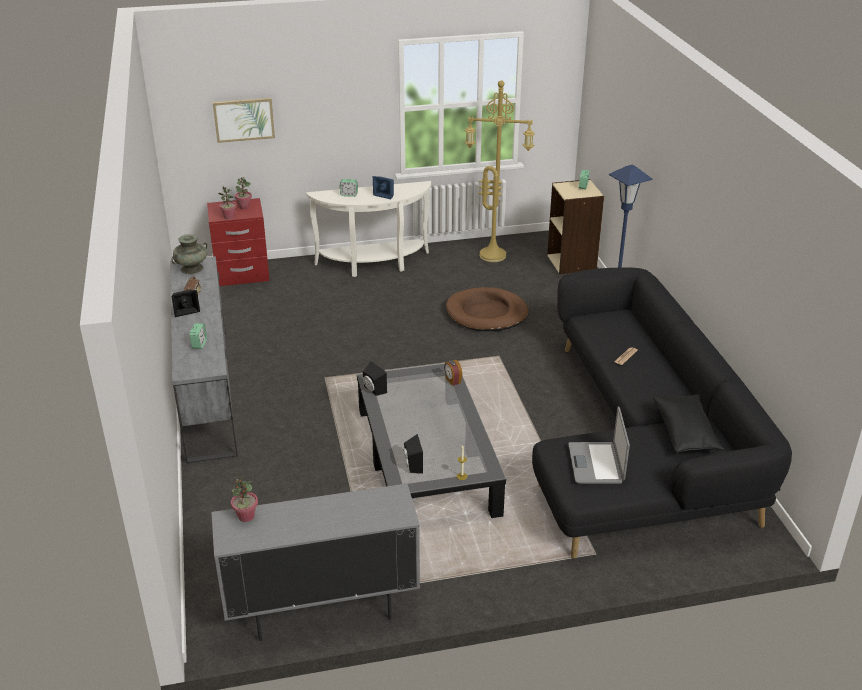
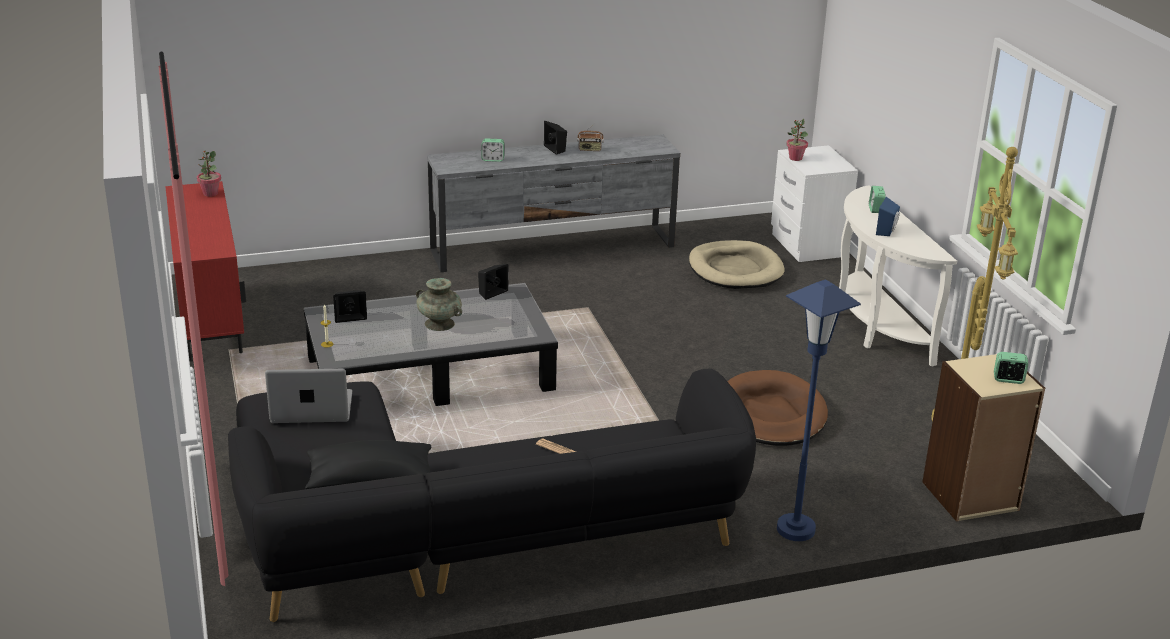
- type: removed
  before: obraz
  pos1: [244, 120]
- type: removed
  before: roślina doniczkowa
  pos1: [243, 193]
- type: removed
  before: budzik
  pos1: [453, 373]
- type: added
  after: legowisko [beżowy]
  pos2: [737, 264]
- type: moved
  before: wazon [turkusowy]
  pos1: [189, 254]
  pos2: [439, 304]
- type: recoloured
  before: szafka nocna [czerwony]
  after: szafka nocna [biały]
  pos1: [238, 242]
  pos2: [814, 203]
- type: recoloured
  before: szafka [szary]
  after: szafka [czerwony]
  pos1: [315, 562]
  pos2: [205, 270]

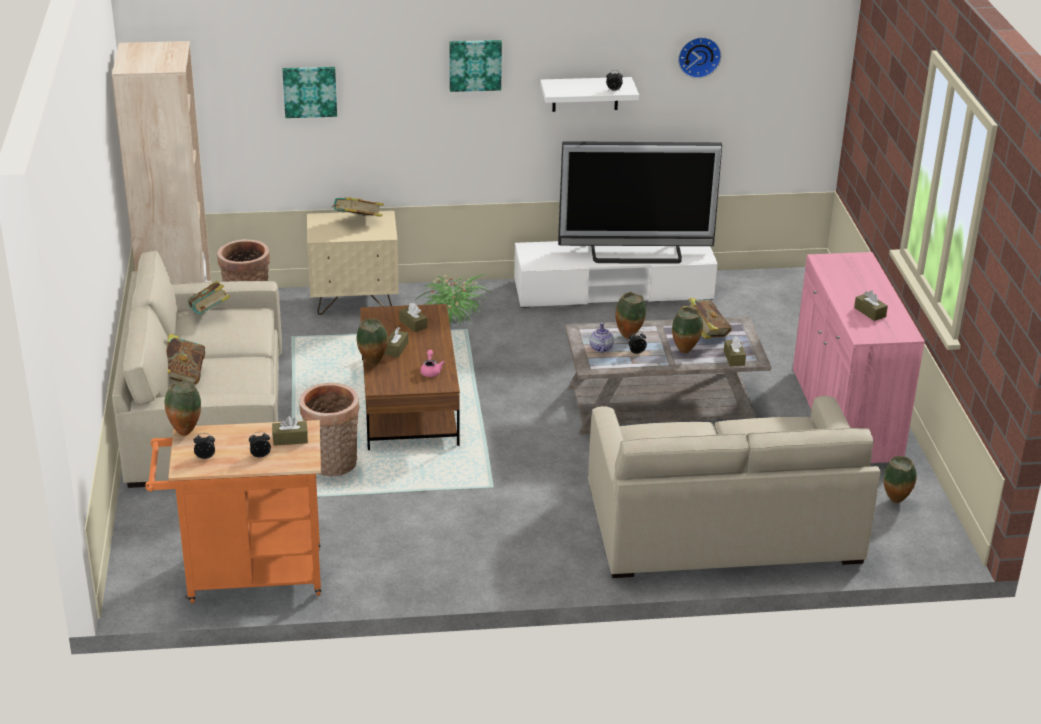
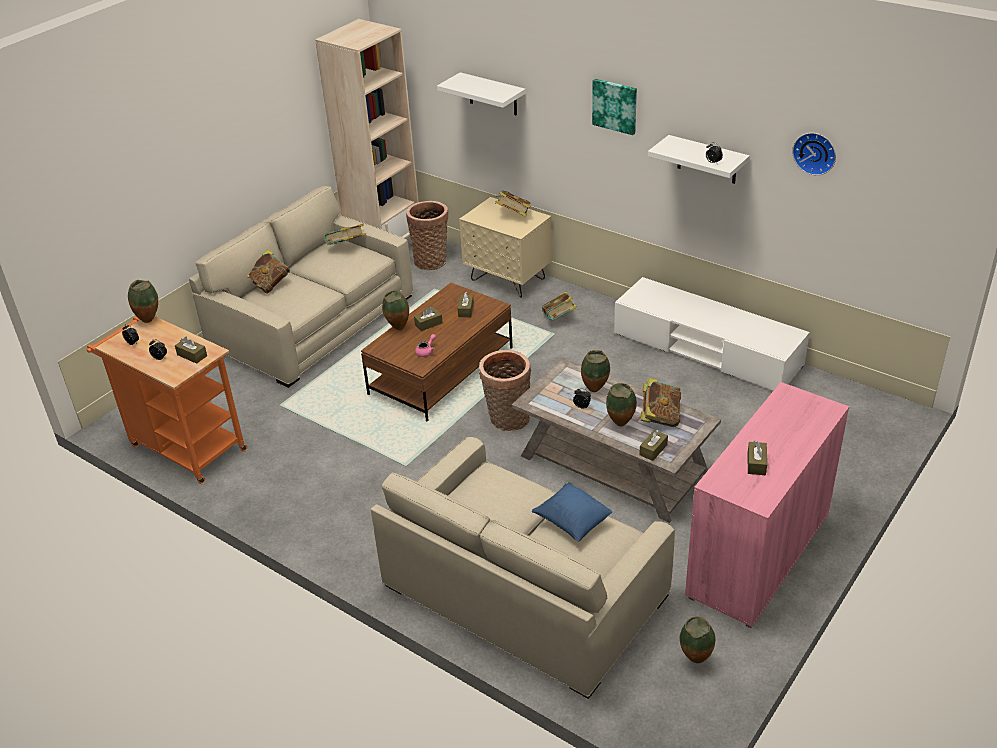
- type: removed
  before: telewizor
  pos1: [640, 202]
- type: removed
  before: imbryk
  pos1: [602, 338]
- type: added
  after: poduszka [niebieski]
  pos2: [572, 512]
- type: moved
  before: koszyk
  pos1: [329, 430]
  pos2: [505, 390]
- type: replaced
  before: obraz
  after: półka [biały]
  pos1: [309, 92]
  pos2: [481, 94]
- type: replaced
  before: roślina doniczkowa
  after: książka
  pos1: [452, 299]
  pos2: [559, 305]

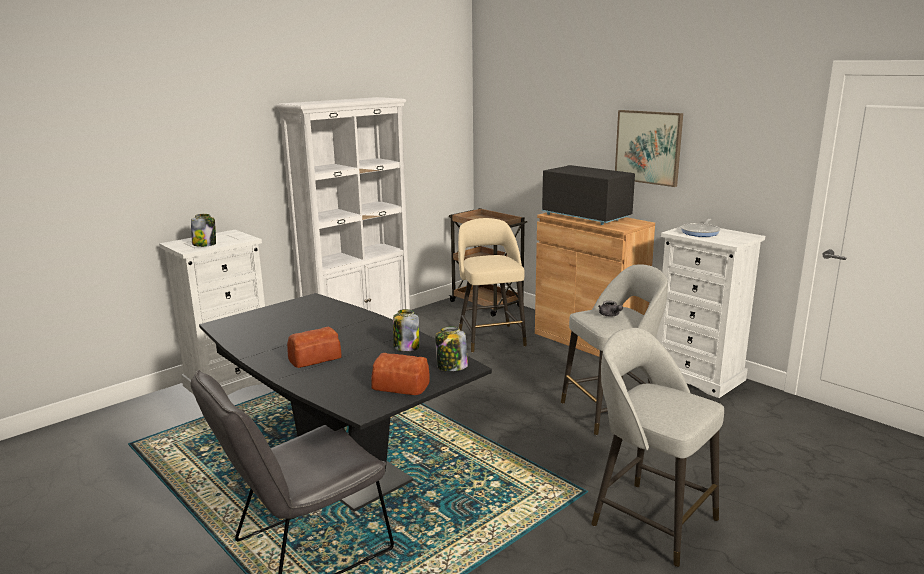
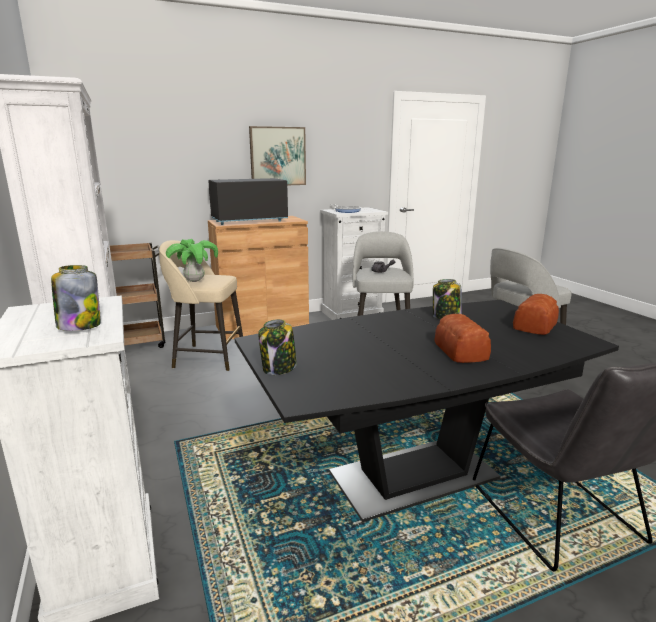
- type: added
  after: roślina doniczkowa
  pos2: [192, 260]
- type: moved
  before: słoik
  pos1: [451, 349]
  pos2: [277, 347]

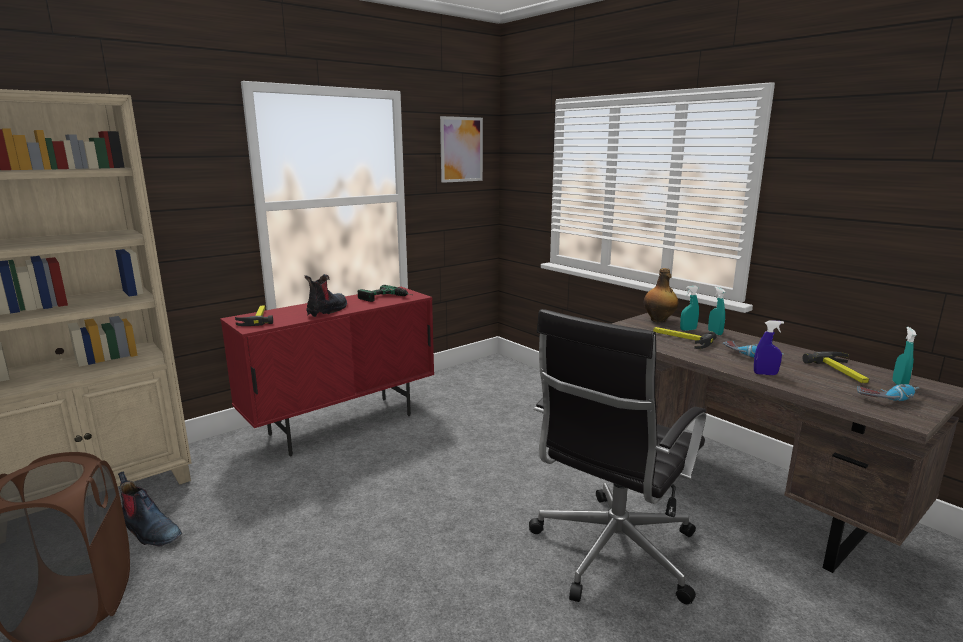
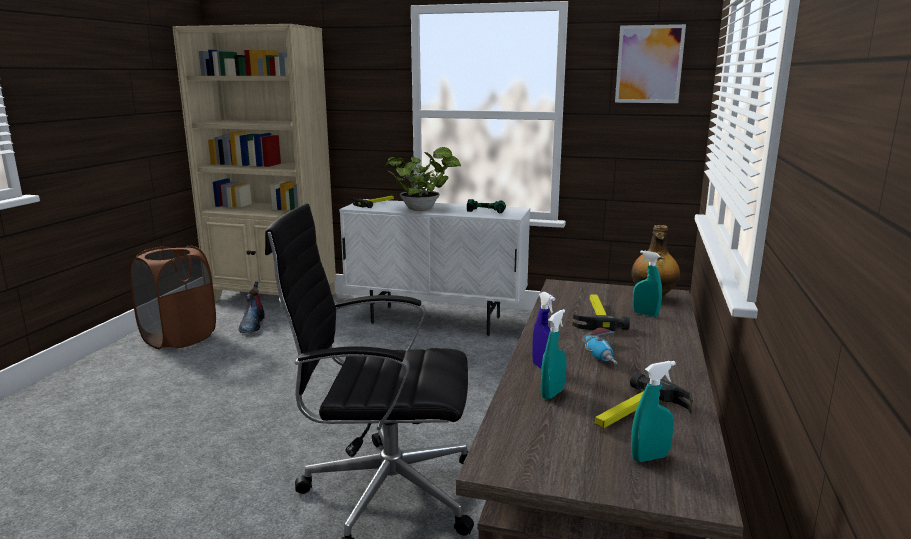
- type: removed
  before: wiertarka
  pos1: [888, 392]
- type: moved
  before: spryskiwacz [turkusowy]
  pos1: [716, 311]
  pos2: [553, 354]
- type: replaced
  before: but z cholewką
  after: roślina doniczkowa
  pos1: [326, 295]
  pos2: [423, 179]
- type: recoloured
  before: szafka [czerwony]
  after: szafka [biały]
  pos1: [327, 371]
  pos2: [434, 267]

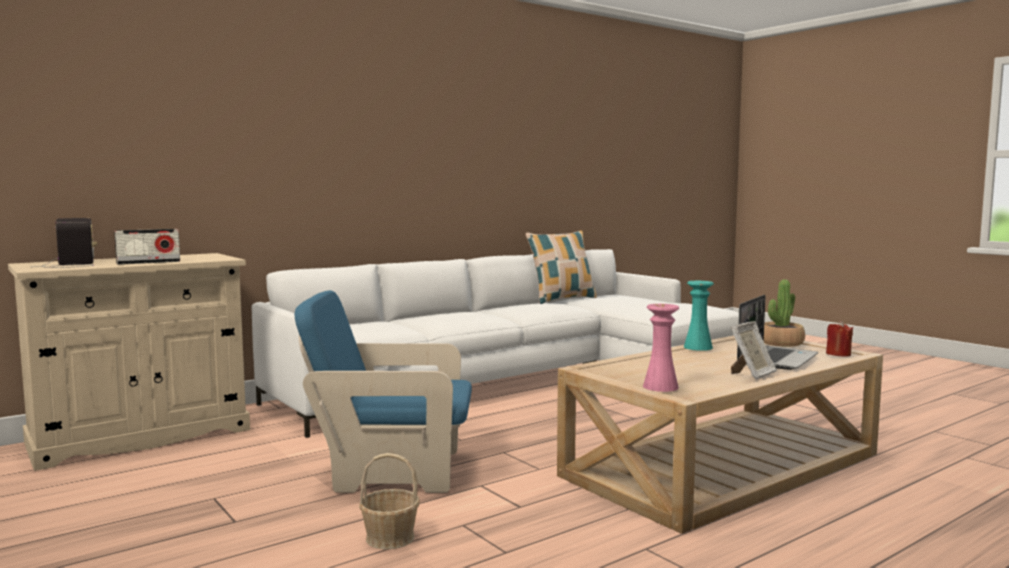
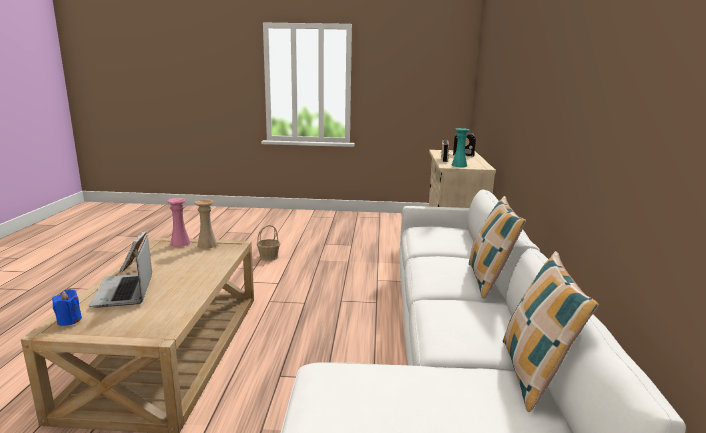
- type: removed
  before: fotel [niebieski]
  pos1: [383, 391]
- type: removed
  before: roślina doniczkowa
  pos1: [784, 313]
- type: added
  after: wazon [beżowy]
  pos2: [206, 224]
- type: added
  after: poduszka
  pos2: [497, 247]
- type: moved
  before: wazon [turkusowy]
  pos1: [699, 316]
  pos2: [461, 147]
- type: recoloured
  before: świeca [czerwony]
  after: świeca [niebieski]
  pos1: [839, 339]
  pos2: [67, 307]

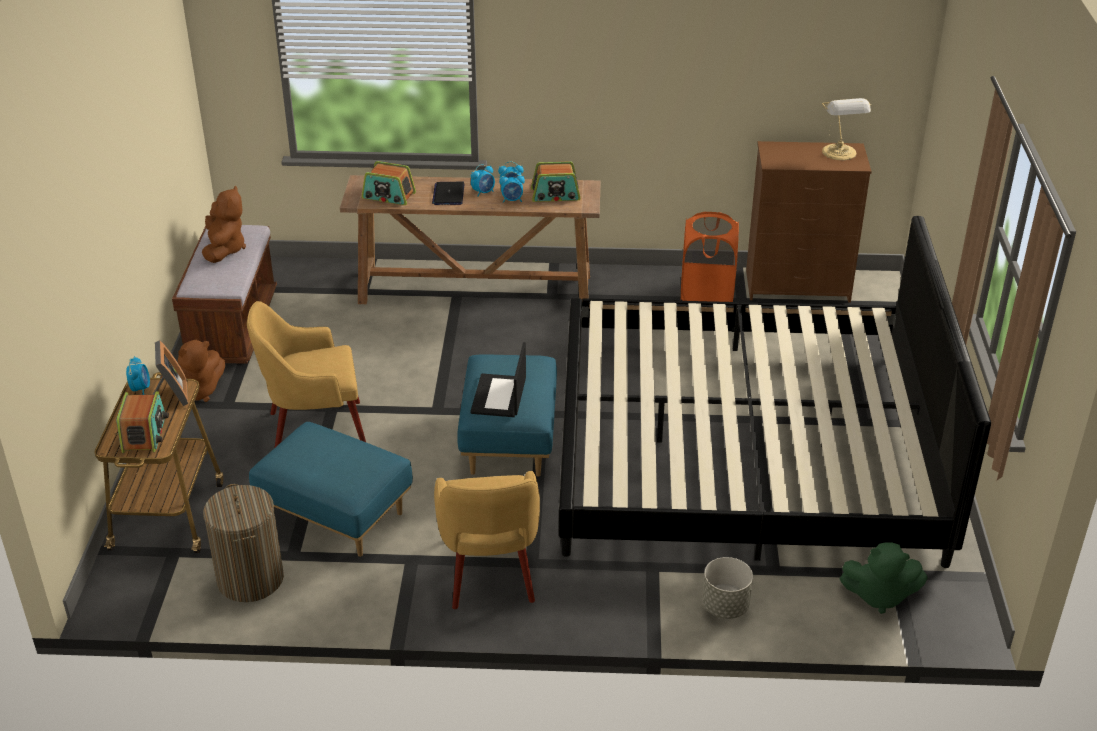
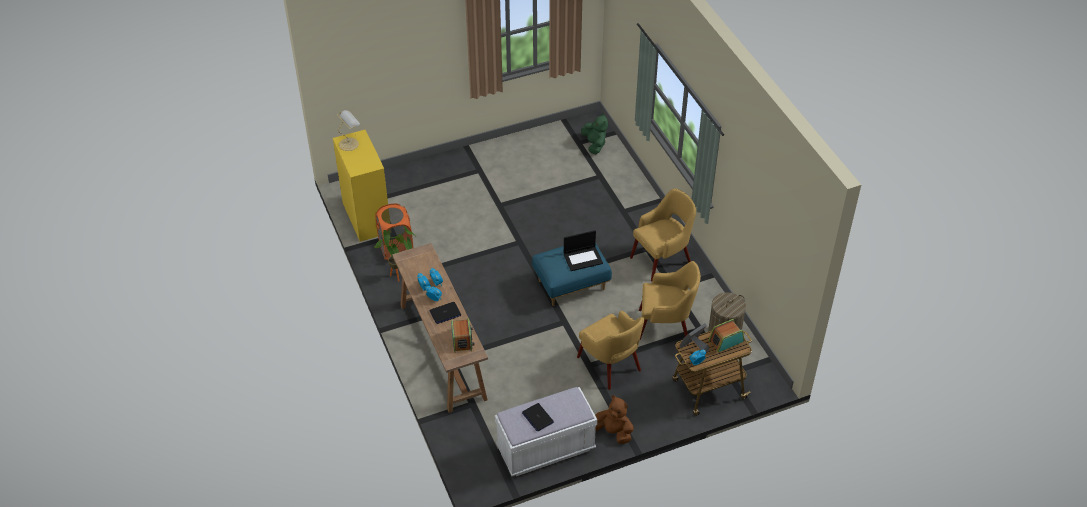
- type: removed
  before: radio
  pos1: [555, 181]
- type: removed
  before: łóżko
  pos1: [775, 392]
- type: removed
  before: donica [szary]
  pos1: [727, 588]
- type: added
  after: roślina doniczkowa
  pos2: [395, 254]
- type: replaced
  before: pluszak [brązowy]
  after: laptop
  pos1: [224, 224]
  pos2: [538, 417]
- type: replaced
  before: pufa [niebieski]
  after: fotel [żółty]
  pos1: [331, 489]
  pos2: [670, 300]
- type: recoloured
  before: ławka [brązowy]
  after: ławka [biały]
  pos1: [224, 294]
  pos2: [546, 431]
- type: recoloured
  before: komoda [brązowy]
  after: komoda [żółty]
  pos1: [809, 222]
  pos2: [360, 186]

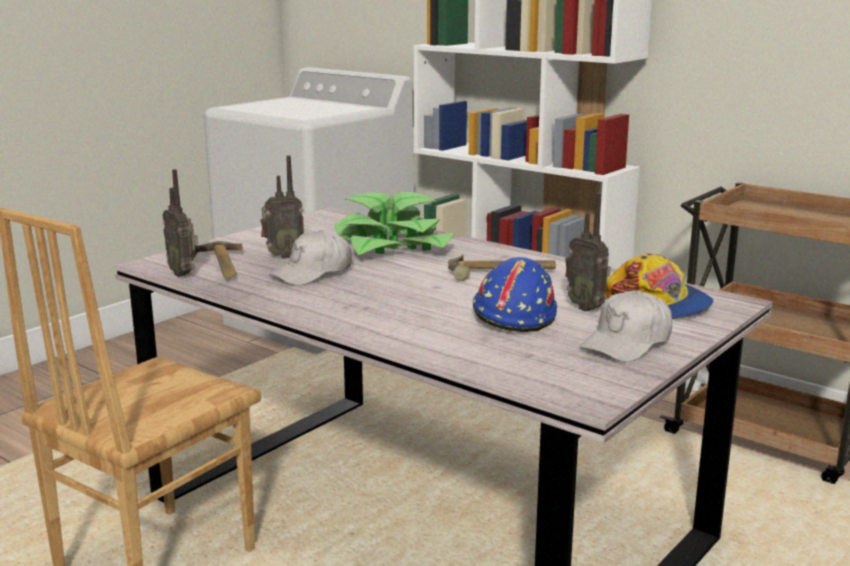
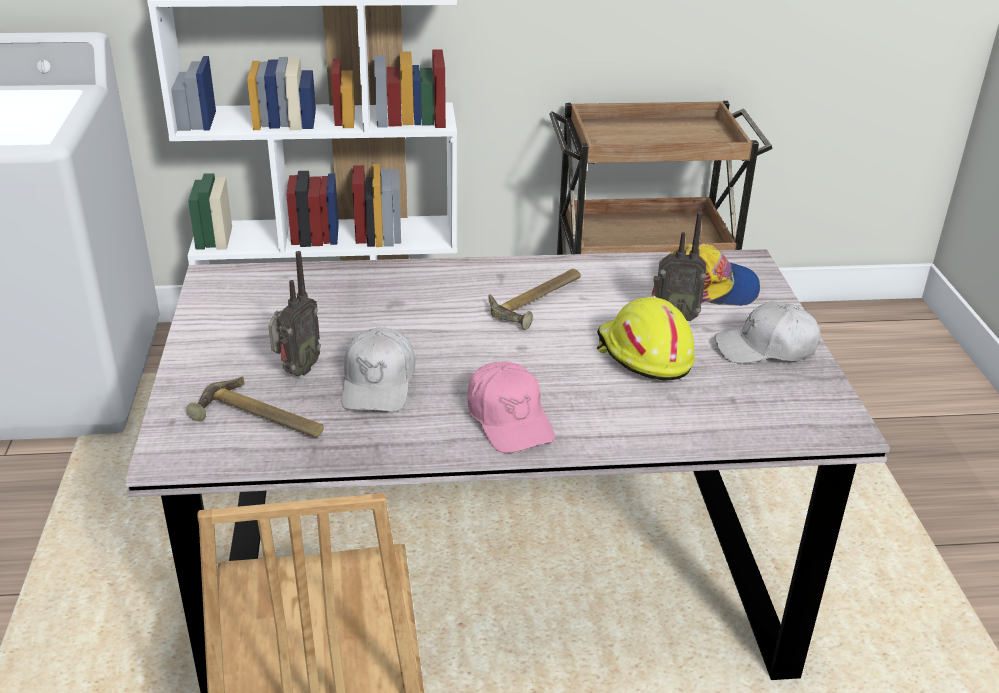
- type: removed
  before: radio
  pos1: [180, 223]
- type: removed
  before: roślina doniczkowa
  pos1: [394, 223]
- type: added
  after: czapka z daszkiem [różowy]
  pos2: [511, 407]
- type: recoloured
  before: kask [niebieski]
  after: kask [żółty]
  pos1: [515, 294]
  pos2: [646, 339]
- type: turned
  before: czapka z daszkiem [biały]
  pos1: [626, 326]
  pos2: [767, 332]
  turn: 90

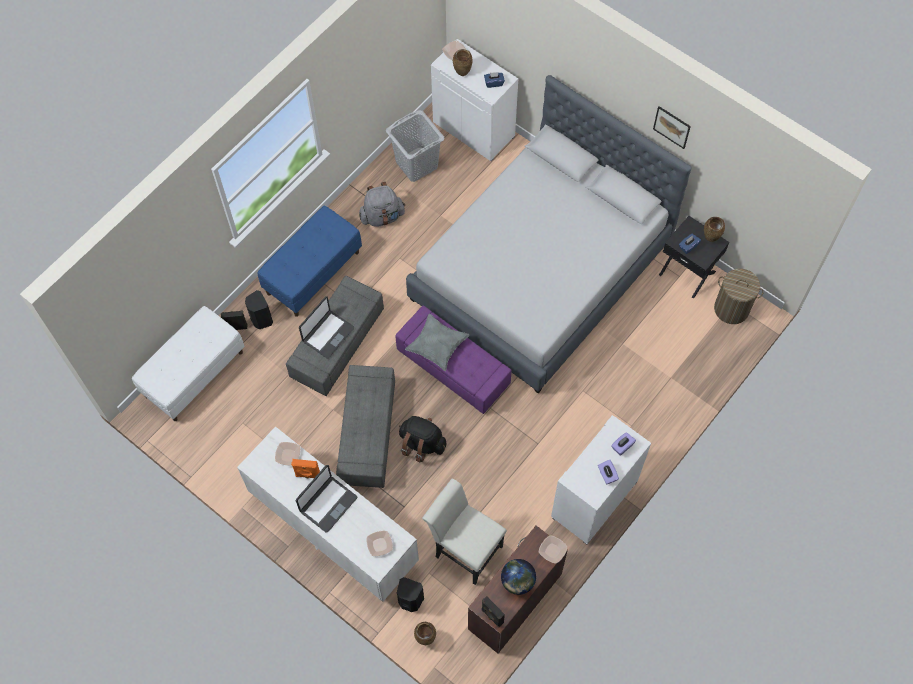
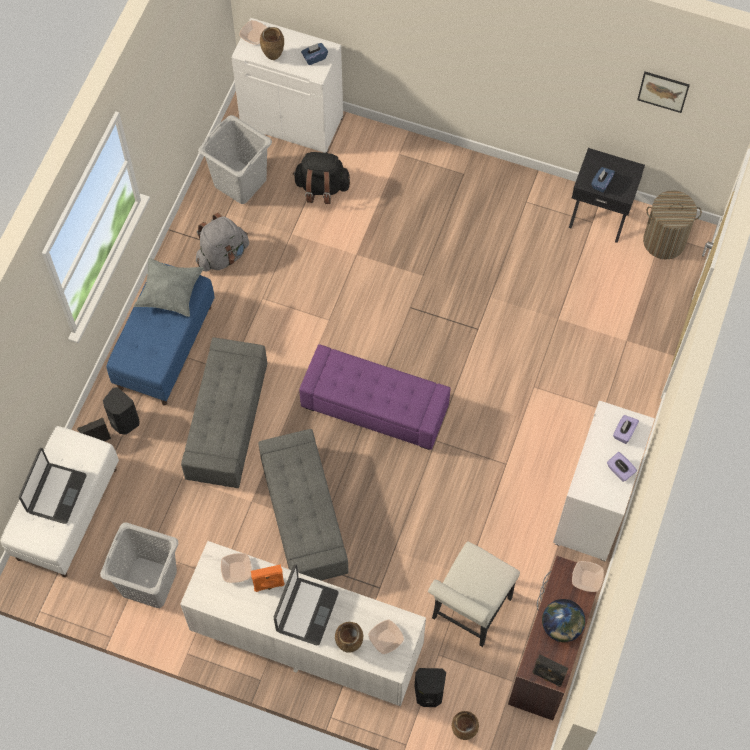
- type: removed
  before: łóżko [szary]
  pos1: [549, 234]
- type: added
  after: kosz na pranie [szary]
  pos2: [139, 565]
- type: moved
  before: laptop
  pos1: [326, 327]
  pos2: [52, 486]
- type: moved
  before: plecak [czarny]
  pos1: [422, 439]
  pos2: [321, 178]
- type: moved
  before: poduszka [szary]
  pos1: [437, 342]
  pos2: [169, 287]
- type: moved
  before: obraz
  pos1: [672, 127]
  pos2: [663, 92]
- type: moved
  before: wazon [brązowy]
  pos1: [714, 229]
  pos2: [349, 637]
- type: turned
  before: krzesło [biały]
  pos1: [464, 532]
  pos2: [474, 594]
  turn: -75

